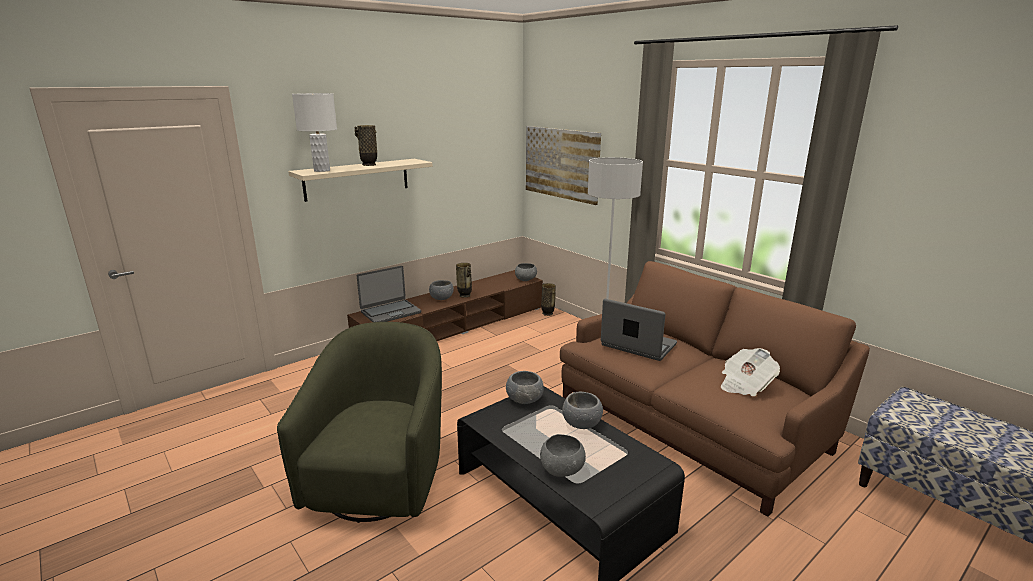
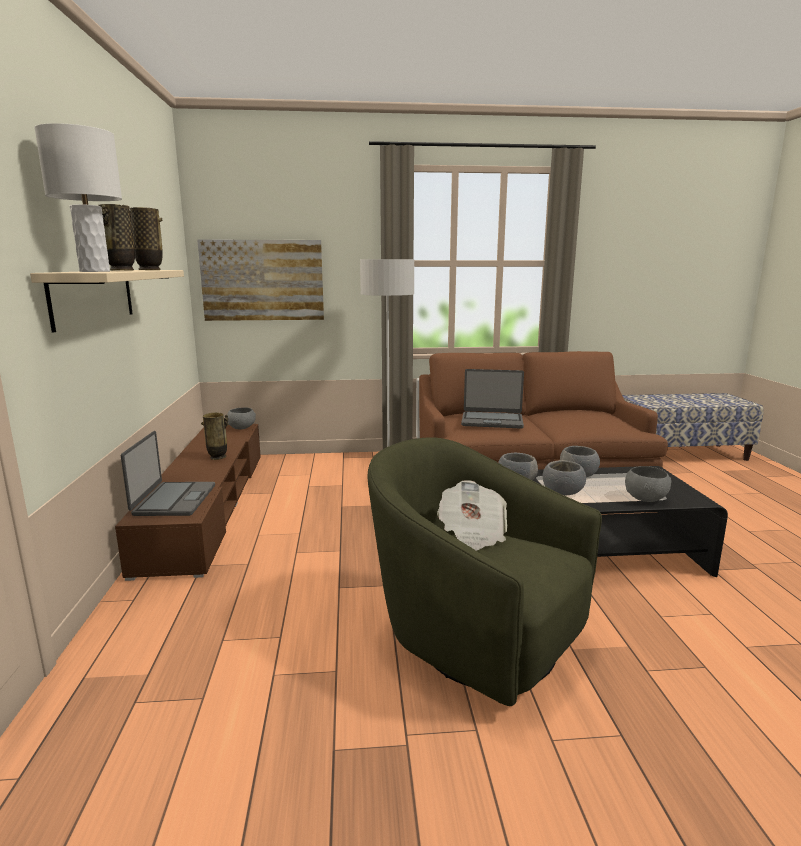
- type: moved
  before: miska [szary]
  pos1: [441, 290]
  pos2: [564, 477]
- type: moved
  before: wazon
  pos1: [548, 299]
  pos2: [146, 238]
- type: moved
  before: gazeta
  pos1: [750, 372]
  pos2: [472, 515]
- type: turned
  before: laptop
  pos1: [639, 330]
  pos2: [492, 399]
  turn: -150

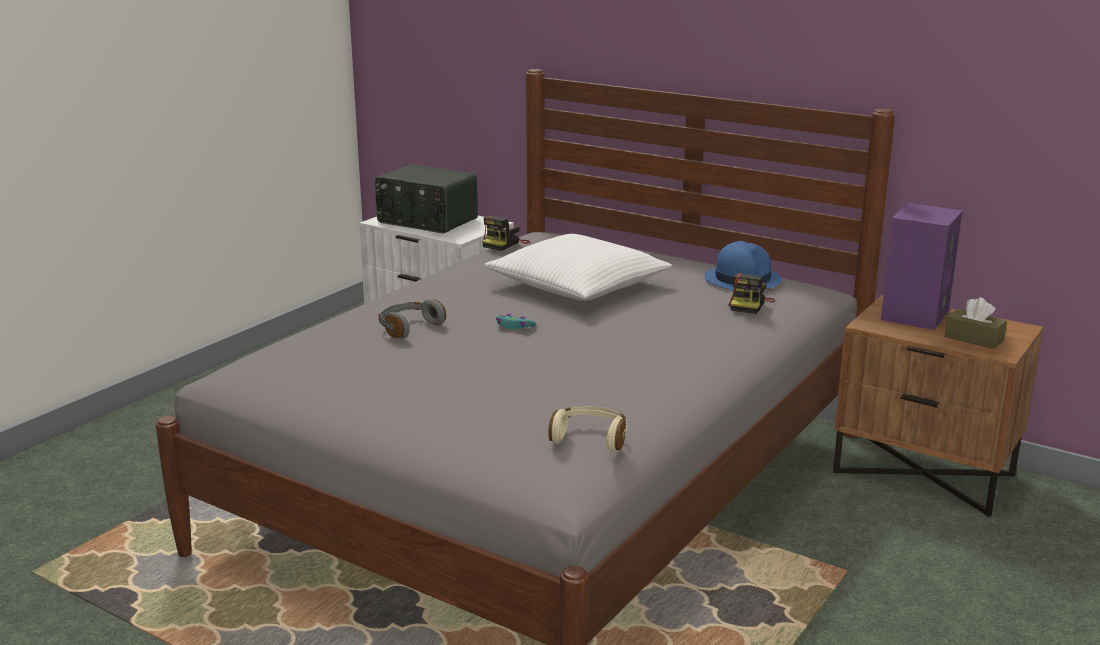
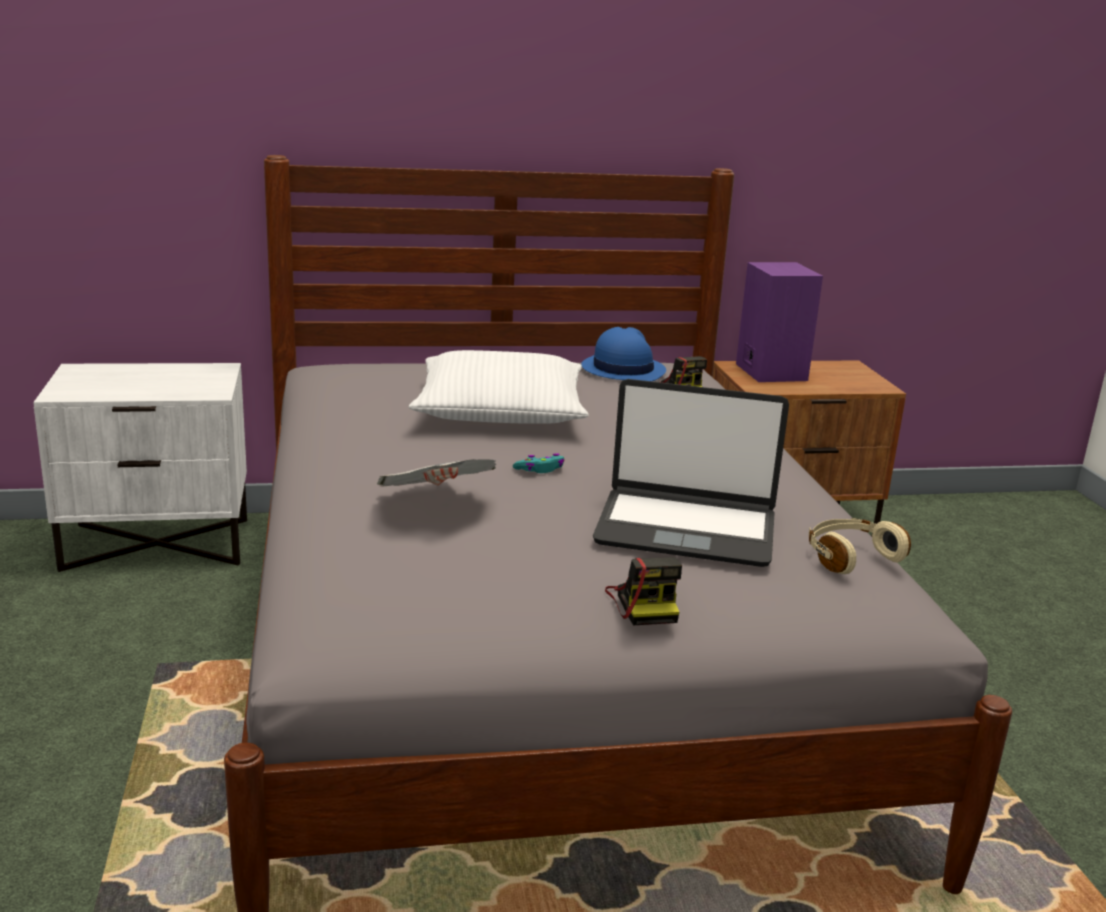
- type: removed
  before: radio
  pos1: [426, 198]
- type: removed
  before: pudełko chusteczek [brązowy]
  pos1: [976, 323]
- type: added
  after: laptop
  pos2: [691, 473]
- type: moved
  before: aparat fotograficzny
  pos1: [506, 233]
  pos2: [643, 591]
- type: replaced
  before: słuchawki [szary]
  after: gazeta
  pos1: [412, 319]
  pos2: [436, 472]

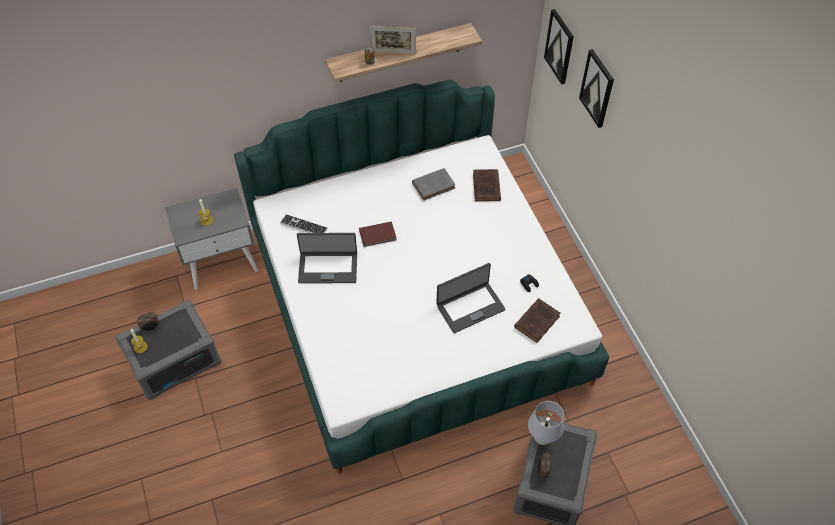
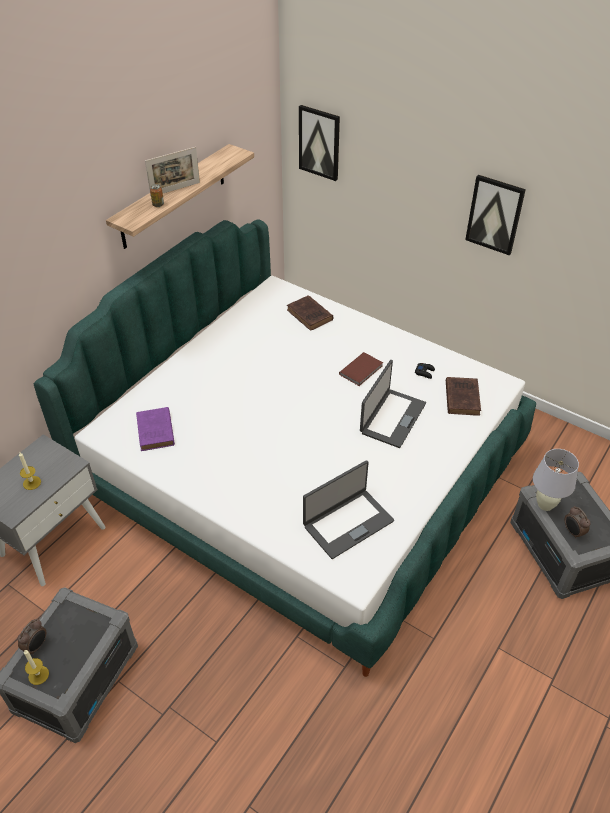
- type: removed
  before: książka [szary]
  pos1: [433, 184]
- type: moved
  before: laptop
  pos1: [327, 258]
  pos2: [348, 509]
- type: moved
  before: książka [brązowy]
  pos1: [378, 234]
  pos2: [361, 369]
- type: moved
  before: obraz
  pos1: [596, 88]
  pos2: [495, 215]
- type: replaced
  before: klawiatura
  after: książka [fioletowy]
  pos1: [304, 223]
  pos2: [155, 429]

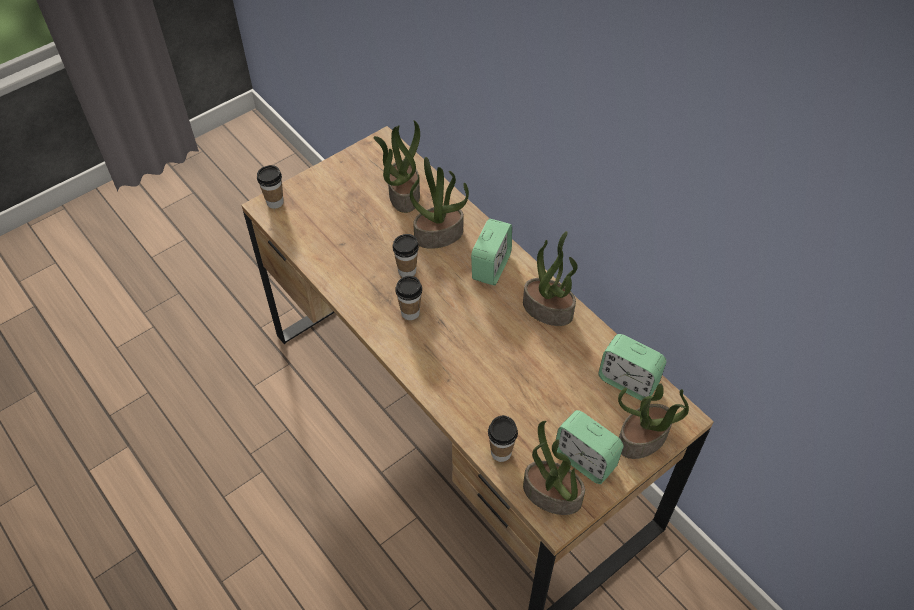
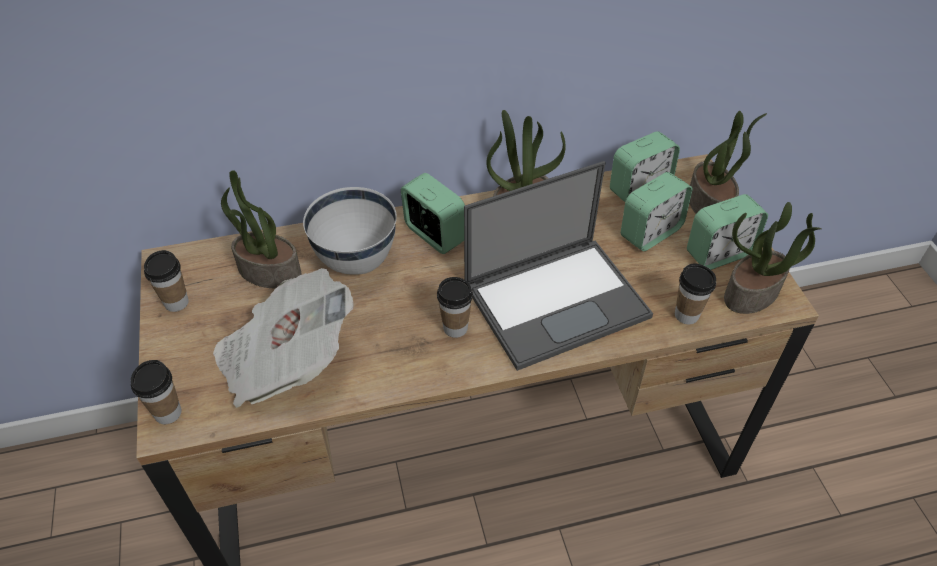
- type: added
  after: gazeta
  pos2: [283, 338]
- type: added
  after: laptop
  pos2: [558, 266]
- type: added
  after: budzik
  pos2: [656, 211]
- type: moved
  before: filiżanka
  pos1: [405, 255]
  pos2: [166, 281]
- type: replaced
  before: roślina doniczkowa
  after: miska [biały]
  pos1: [439, 203]
  pos2: [350, 231]

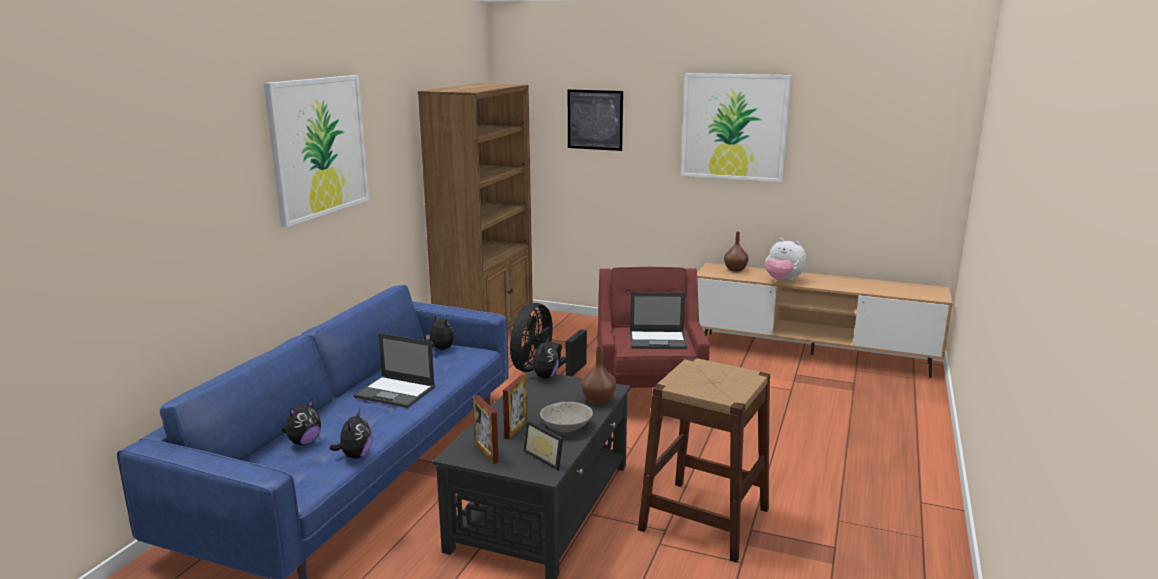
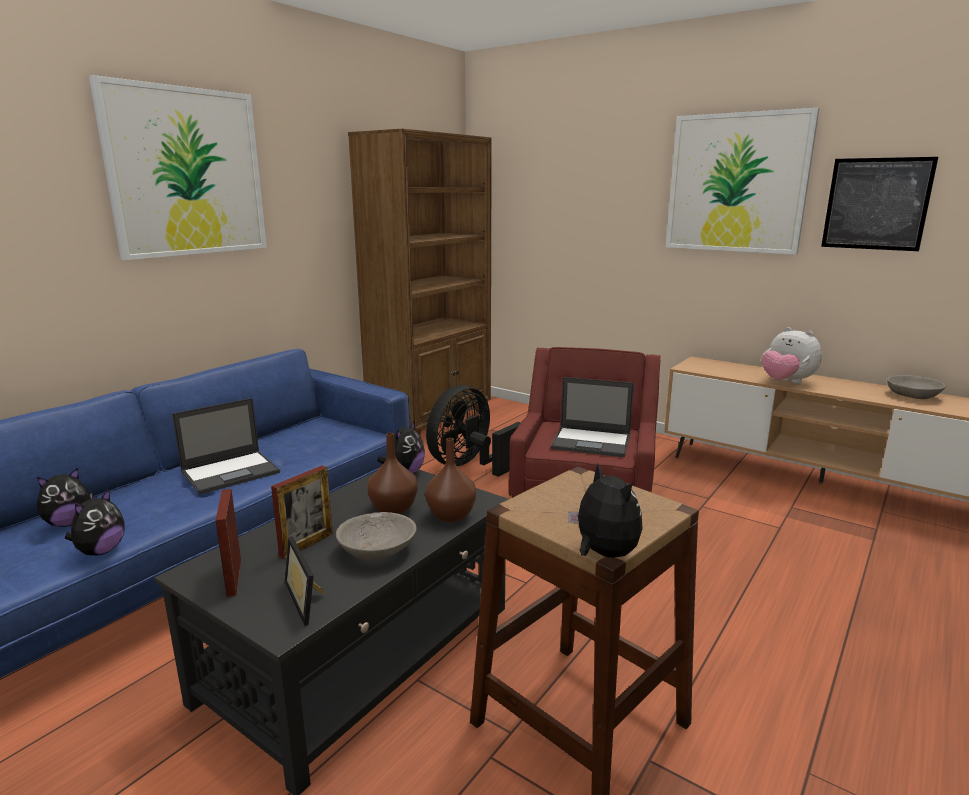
- type: added
  after: miska [szary]
  pos2: [916, 387]
- type: moved
  before: pluszak
  pos1: [440, 332]
  pos2: [605, 511]
- type: moved
  before: obraz
  pos1: [595, 120]
  pos2: [879, 204]
- type: moved
  before: wazon [brązowy]
  pos1: [736, 252]
  pos2: [392, 473]
- type: turned
  before: laptop
  pos1: [394, 370]
  pos2: [226, 446]
  turn: -75

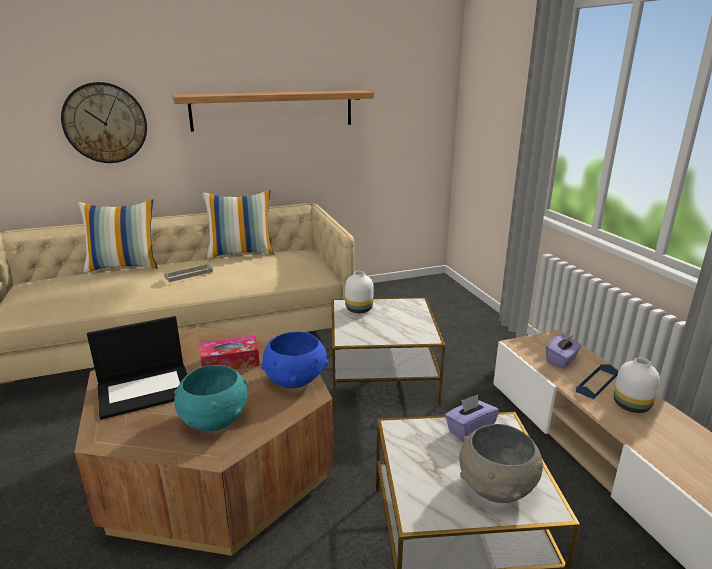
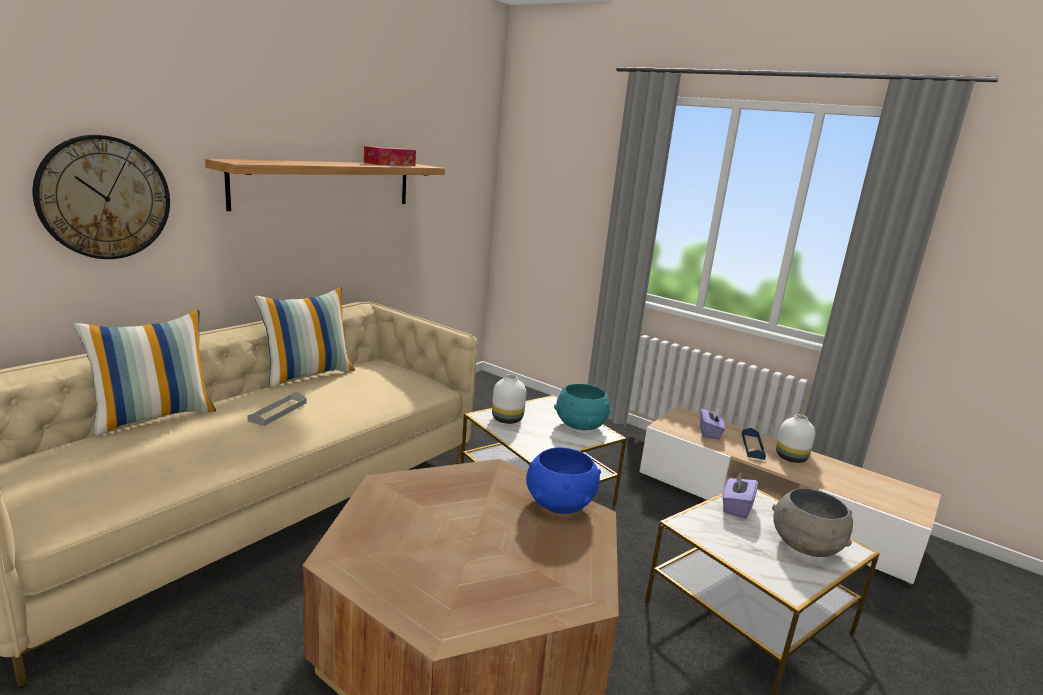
- type: removed
  before: laptop
  pos1: [137, 368]
- type: moved
  before: miska [turkusowy]
  pos1: [210, 398]
  pos2: [582, 407]
- type: moved
  before: pudełko chusteczek
  pos1: [230, 353]
  pos2: [390, 156]

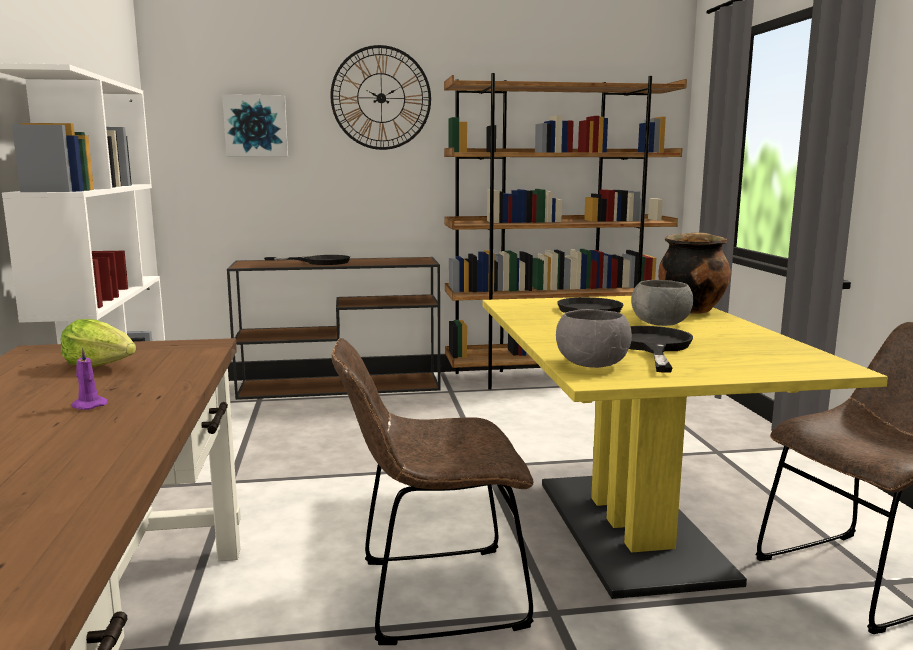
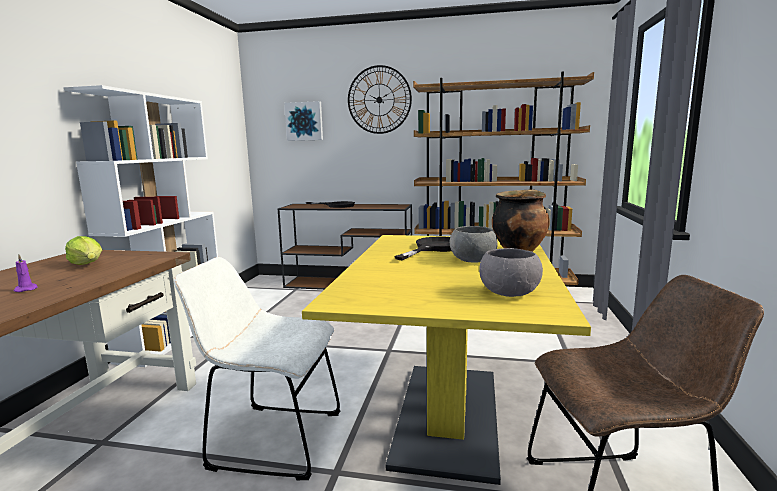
- type: removed
  before: patelnia [czarny]
  pos1: [661, 349]
- type: moved
  before: miska [szary]
  pos1: [594, 338]
  pos2: [511, 272]
- type: recoloured
  before: krzesło [brązowy]
  after: krzesło [biały]
  pos1: [433, 491]
  pos2: [257, 368]

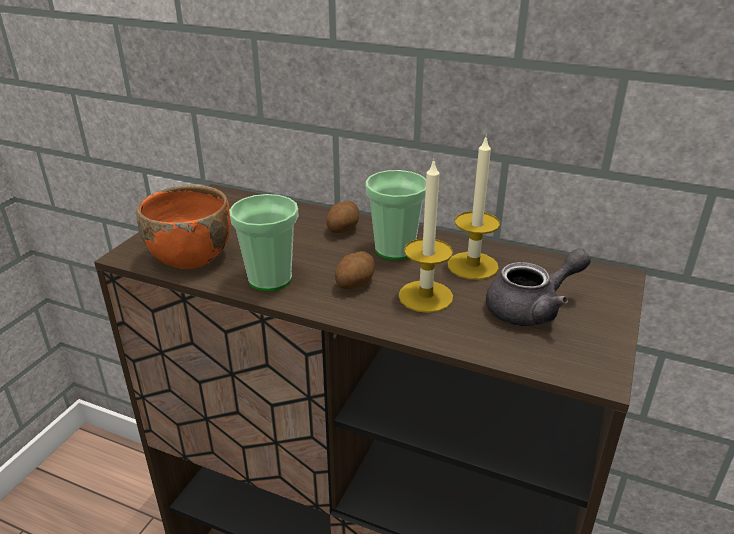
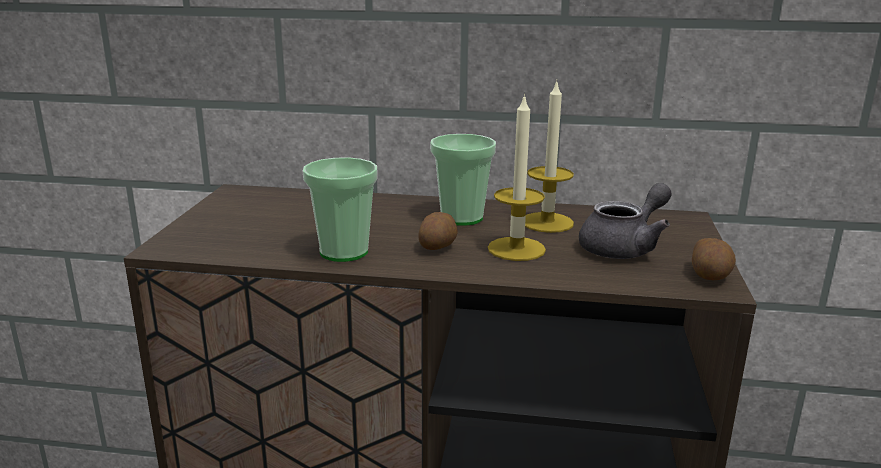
- type: removed
  before: miska [pomarańczowy]
  pos1: [183, 227]
- type: moved
  before: ziemniak
  pos1: [342, 217]
  pos2: [714, 259]

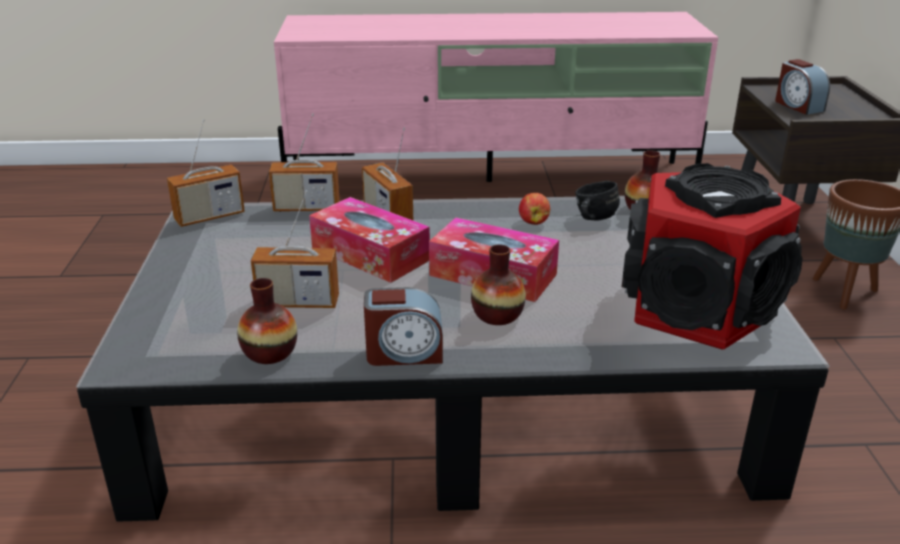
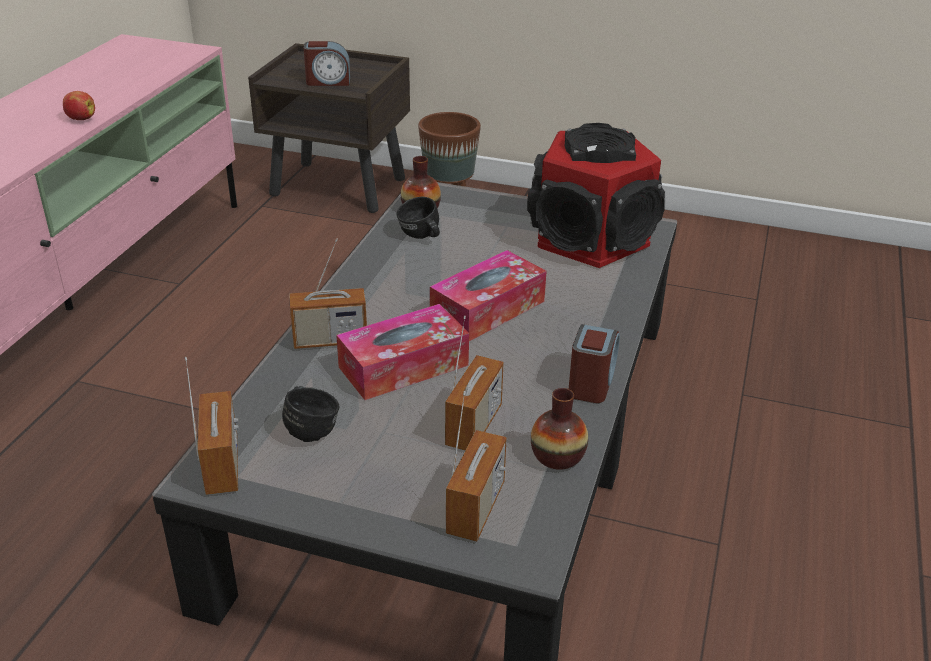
- type: removed
  before: wazon
  pos1: [498, 284]
- type: added
  after: kubek [czarny]
  pos2: [311, 414]
- type: moved
  before: radio
  pos1: [304, 162]
  pos2: [476, 466]
- type: moved
  before: jabłko
  pos1: [534, 209]
  pos2: [79, 105]

